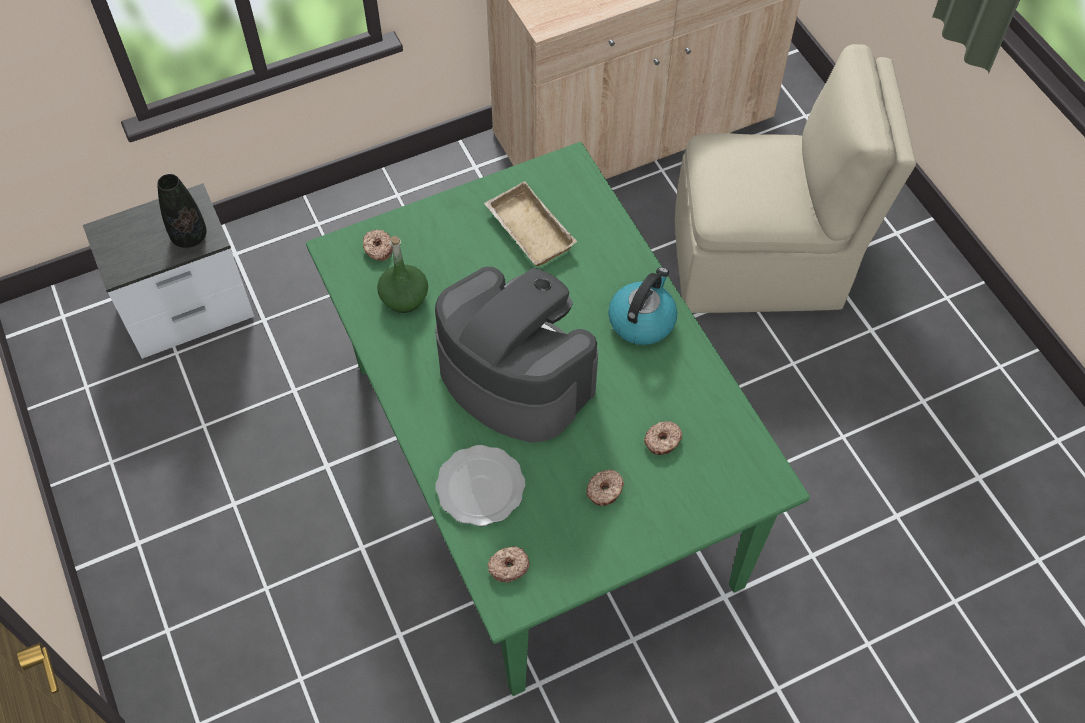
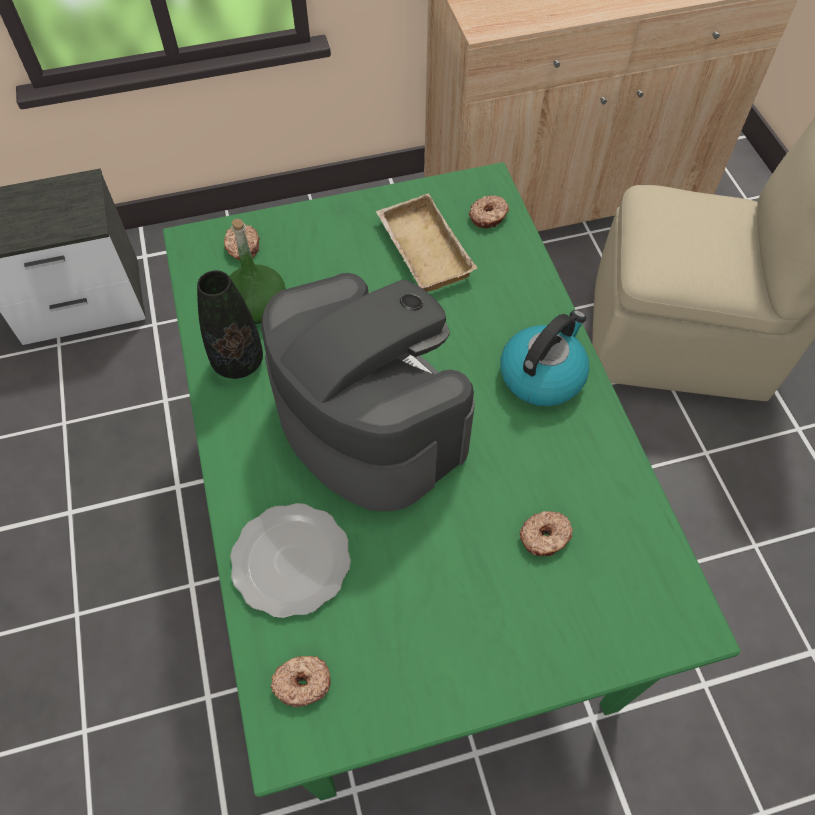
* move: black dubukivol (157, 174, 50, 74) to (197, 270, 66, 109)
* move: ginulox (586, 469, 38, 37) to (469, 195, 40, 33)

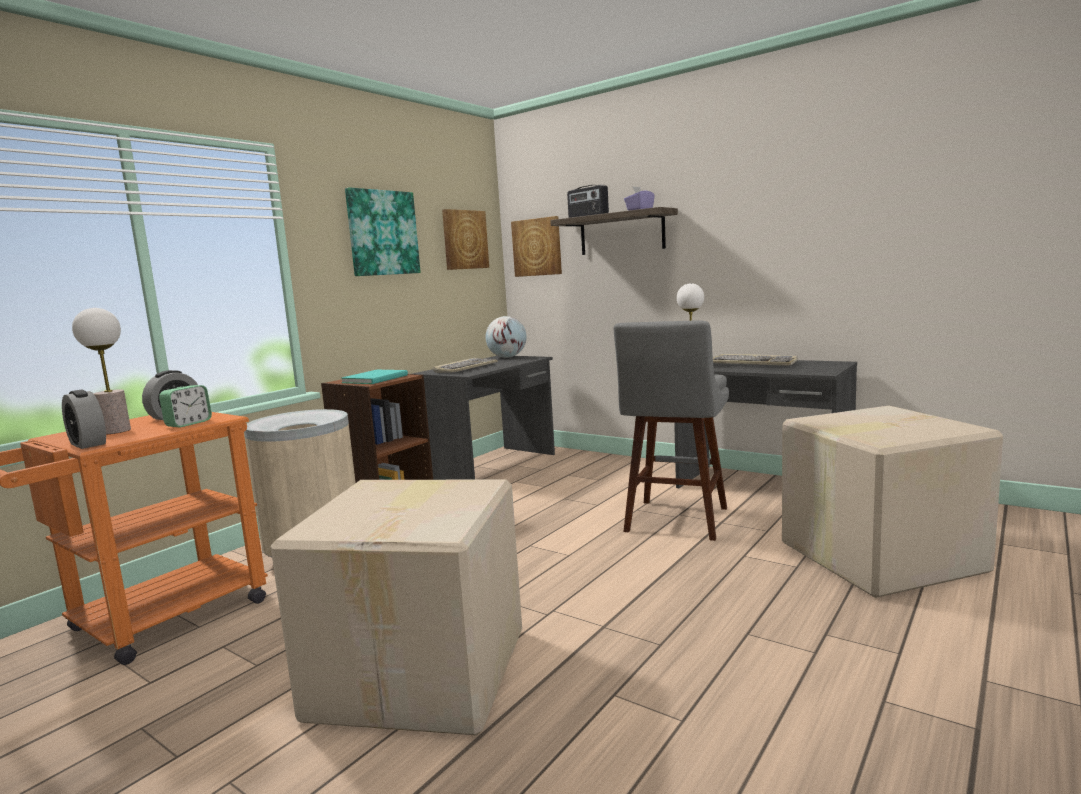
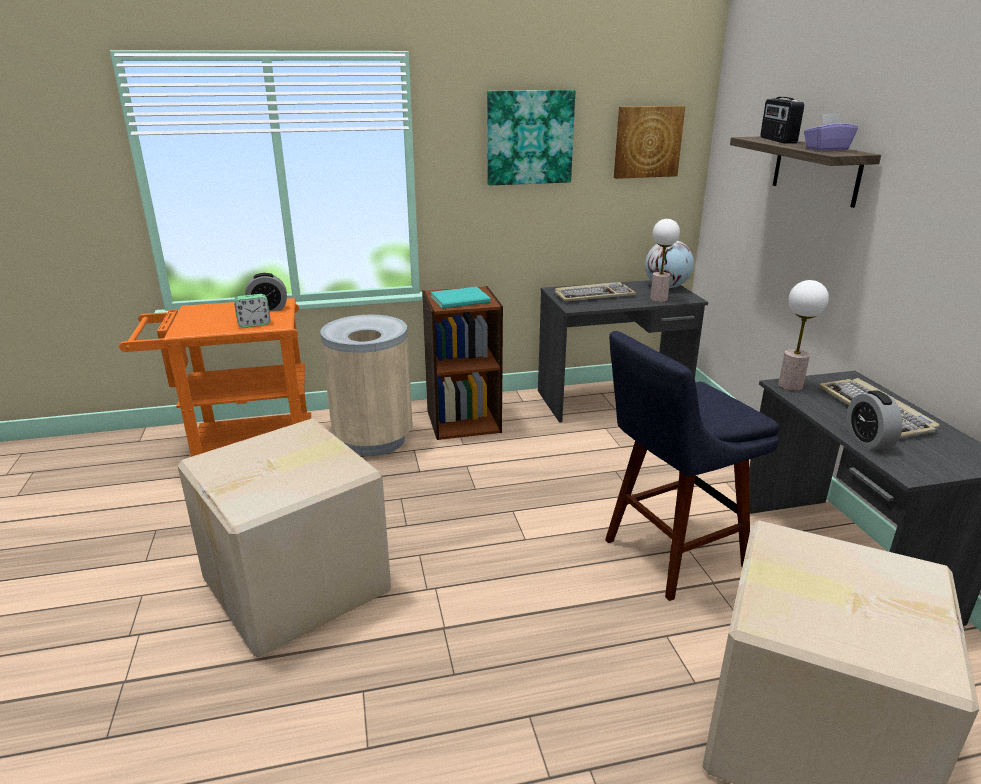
* recolor: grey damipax (614, 321, 115, 220) to blue damipax (605, 331, 174, 270)
* move: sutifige (72, 308, 59, 126) to (650, 219, 30, 83)
* move: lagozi (62, 390, 44, 59) to (846, 391, 56, 59)
* delete: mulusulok (511, 216, 51, 61)

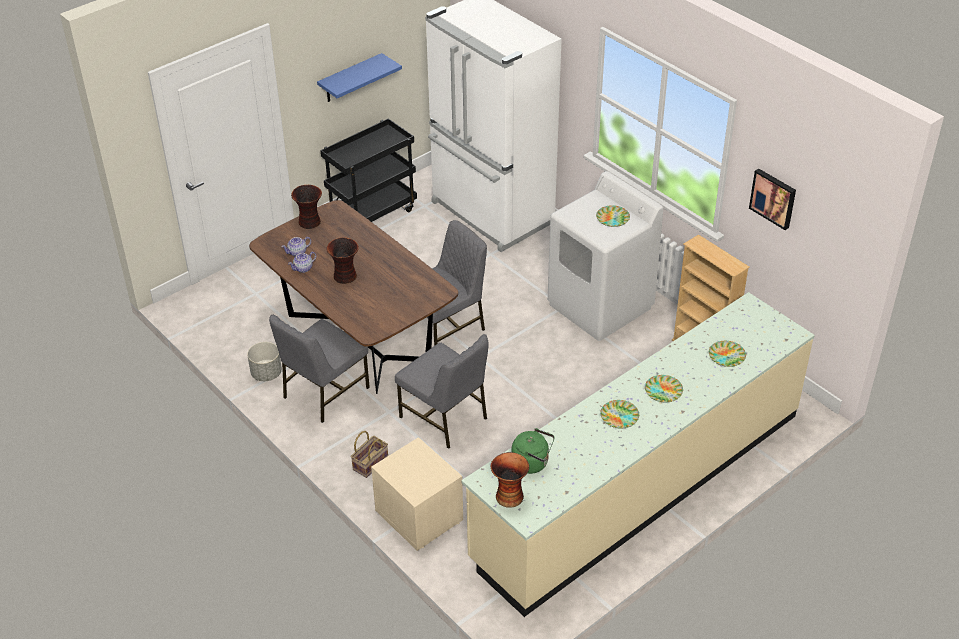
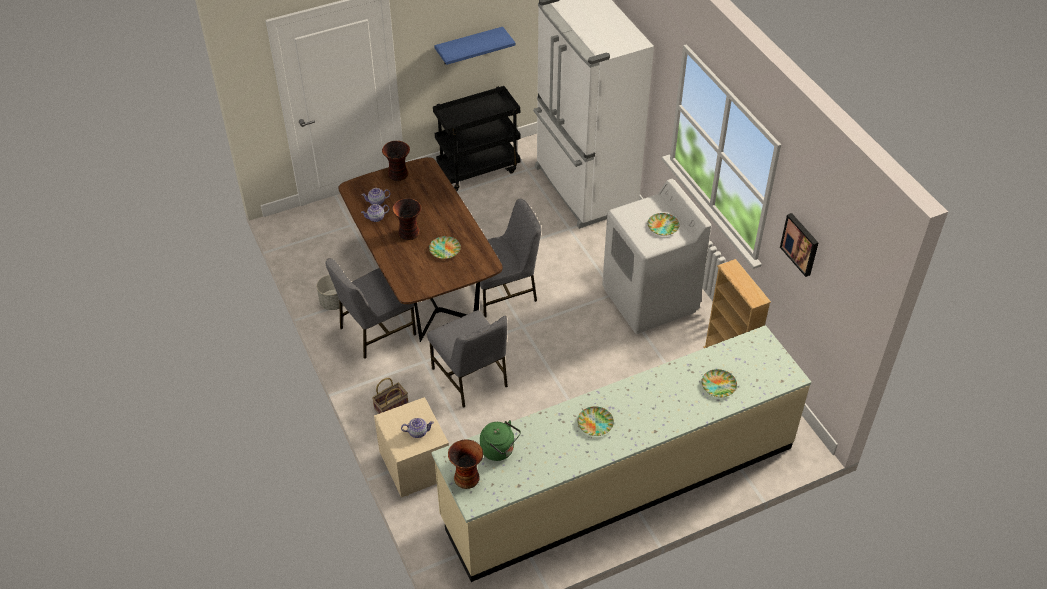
* insert: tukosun (401, 418, 33, 20)
* move: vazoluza (645, 375, 38, 27) to (429, 236, 32, 23)

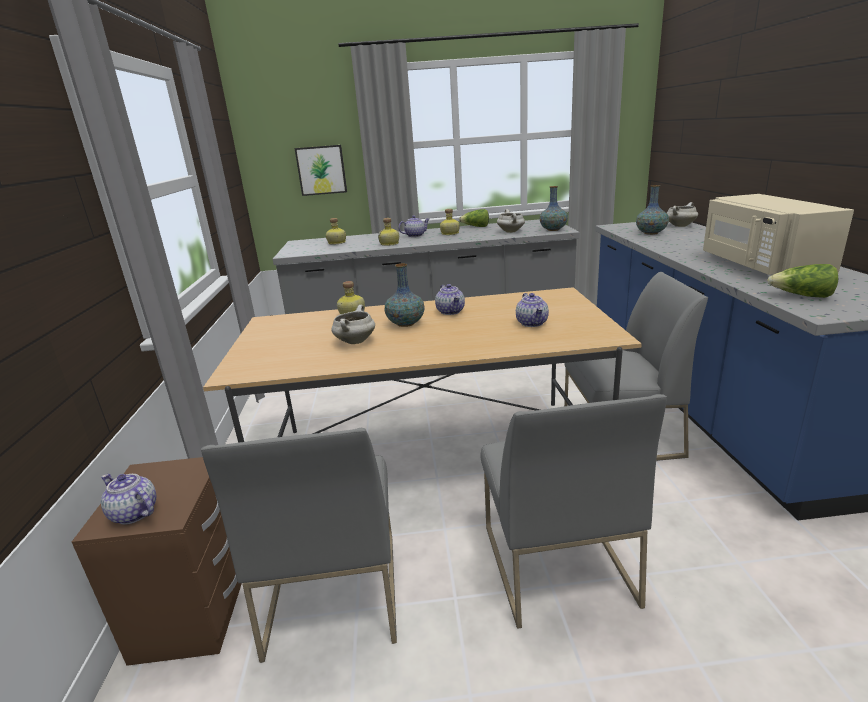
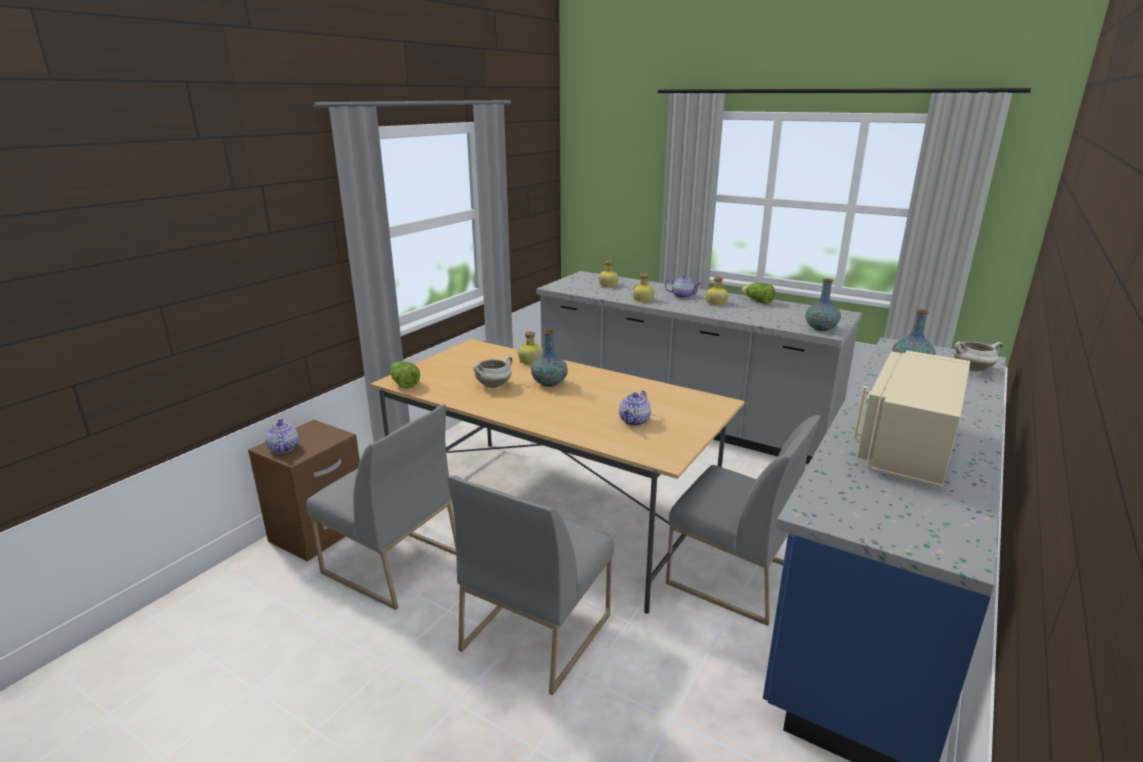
* rotate: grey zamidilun (201, 428, 196, 235) = (307, 405, 149, 205) 90 degrees counterclockwise
* move: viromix (767, 264, 71, 34) to (390, 361, 30, 28)
* delete: mulusulok (294, 145, 53, 51)
* delete: tukosun (435, 284, 30, 31)
* delete: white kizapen (497, 209, 28, 24)

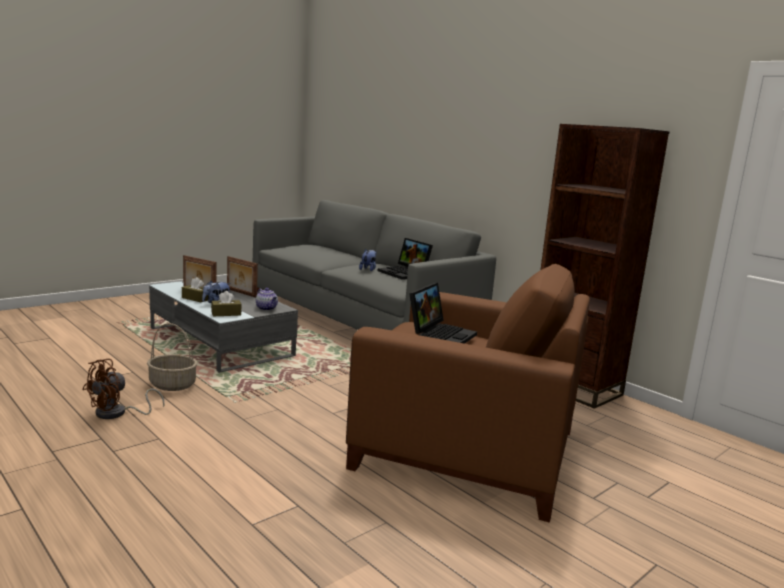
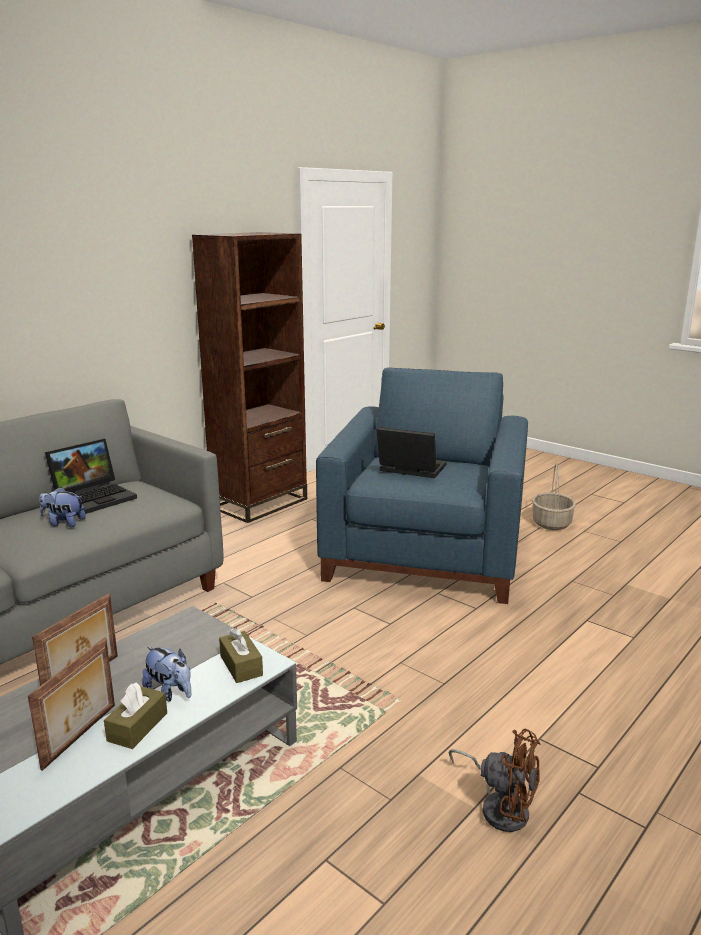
* recolor: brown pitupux (346, 264, 244, 259) to blue pitupux (316, 368, 212, 236)
* move: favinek (147, 323, 50, 68) to (532, 463, 44, 67)
* delete: tukosun (256, 288, 22, 23)

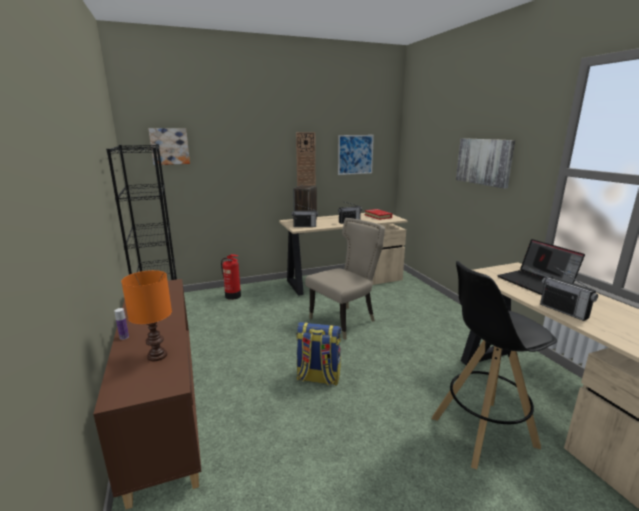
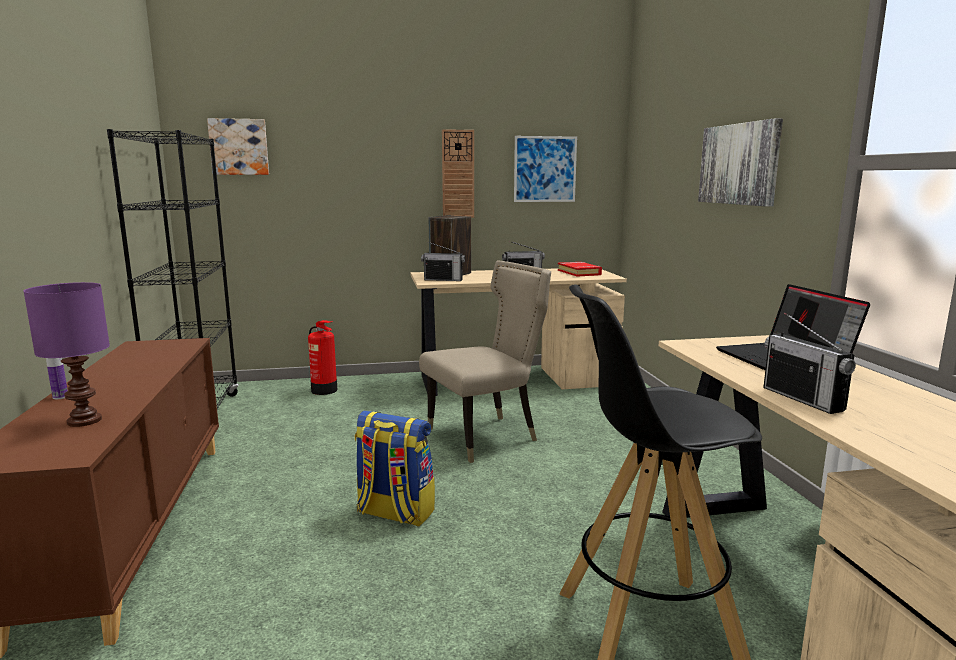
* recolor: orange sutifige (121, 270, 51, 91) to purple sutifige (23, 282, 87, 145)

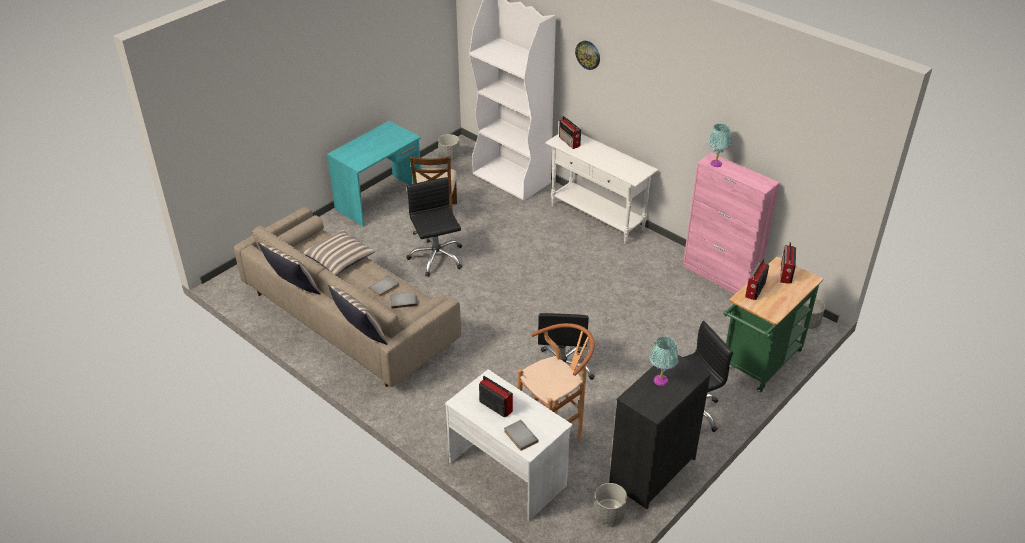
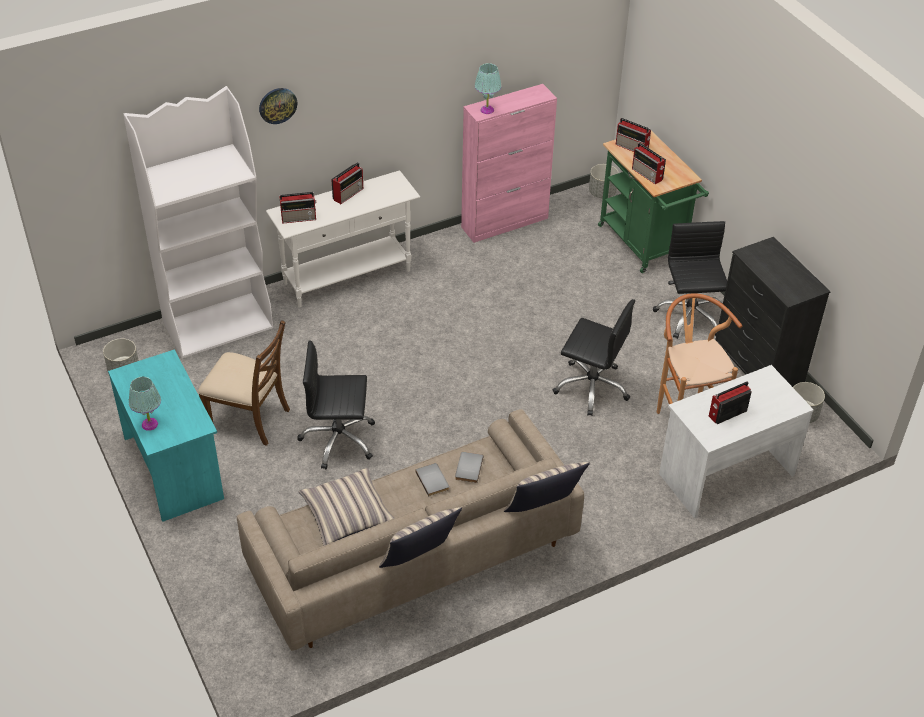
* move: turquoise sutifige (649, 336, 29, 50) to (129, 377, 32, 54)
* insert: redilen (331, 162, 32, 42)
* delete: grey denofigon (504, 420, 34, 31)

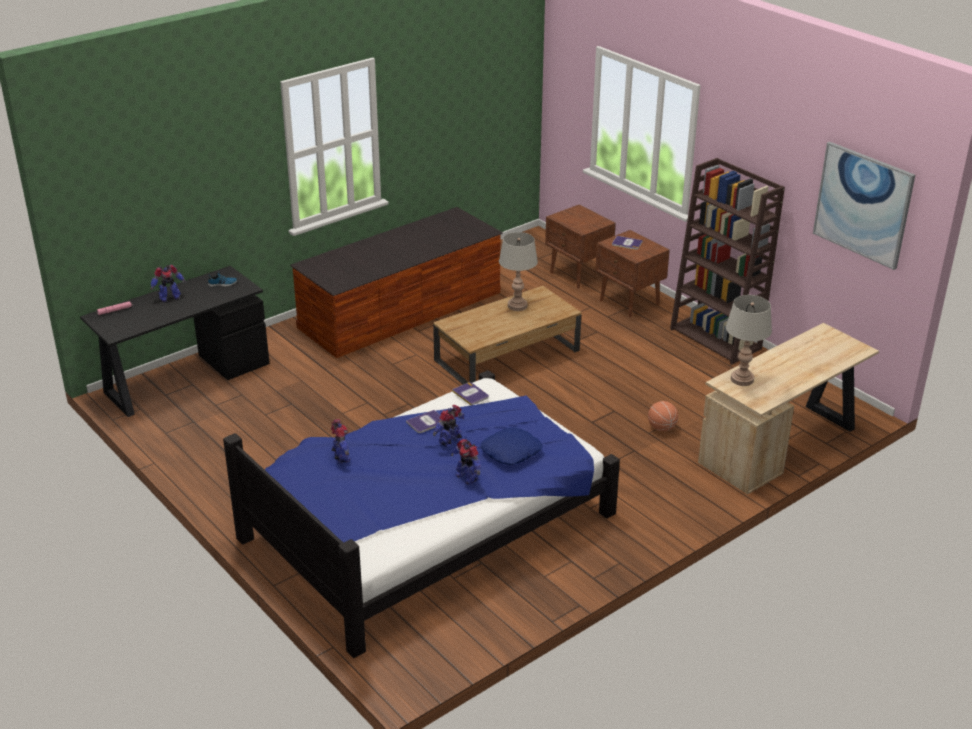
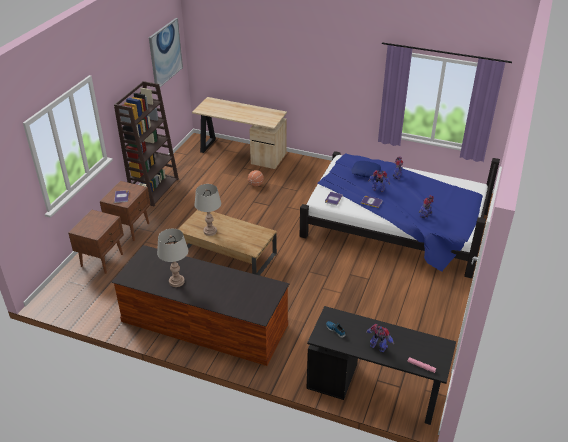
* move: grey sutifige (726, 295, 46, 91) to (157, 229, 31, 58)

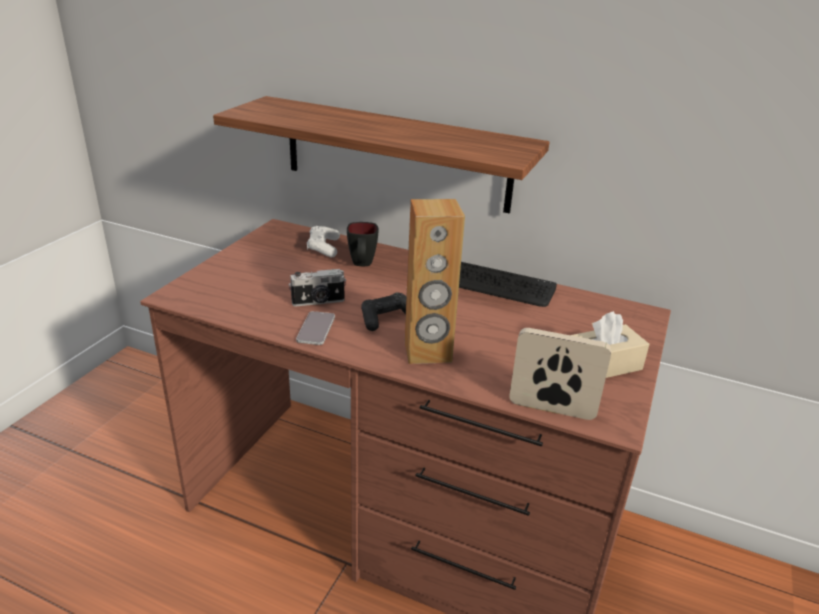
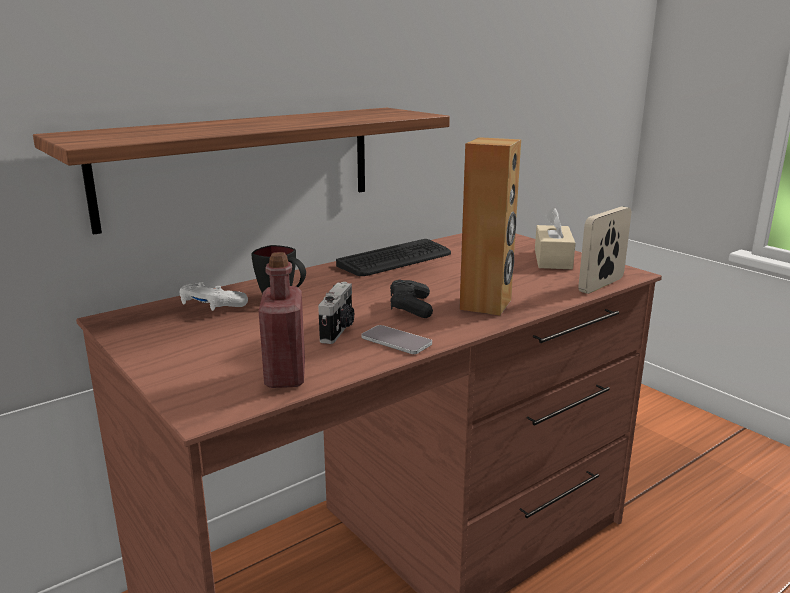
* insert: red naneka (259, 252, 46, 136)

